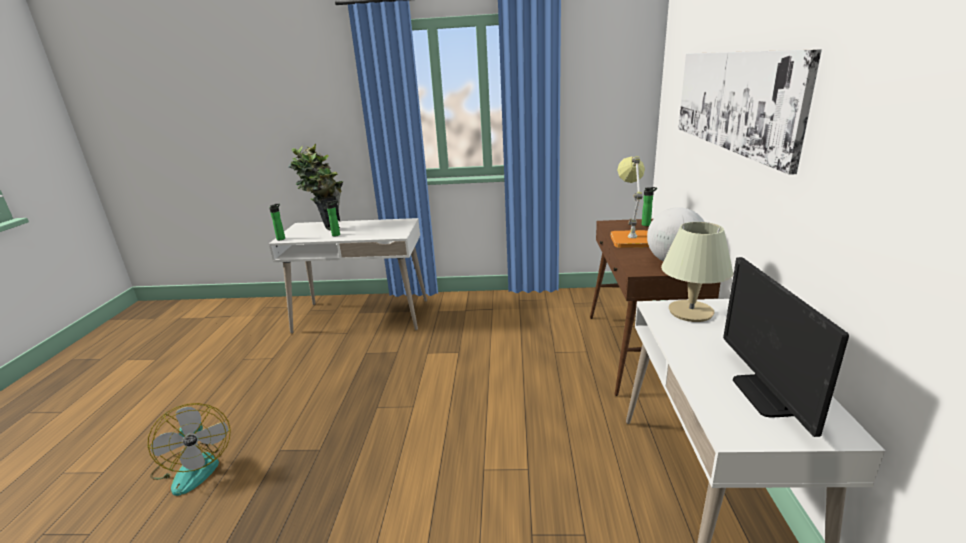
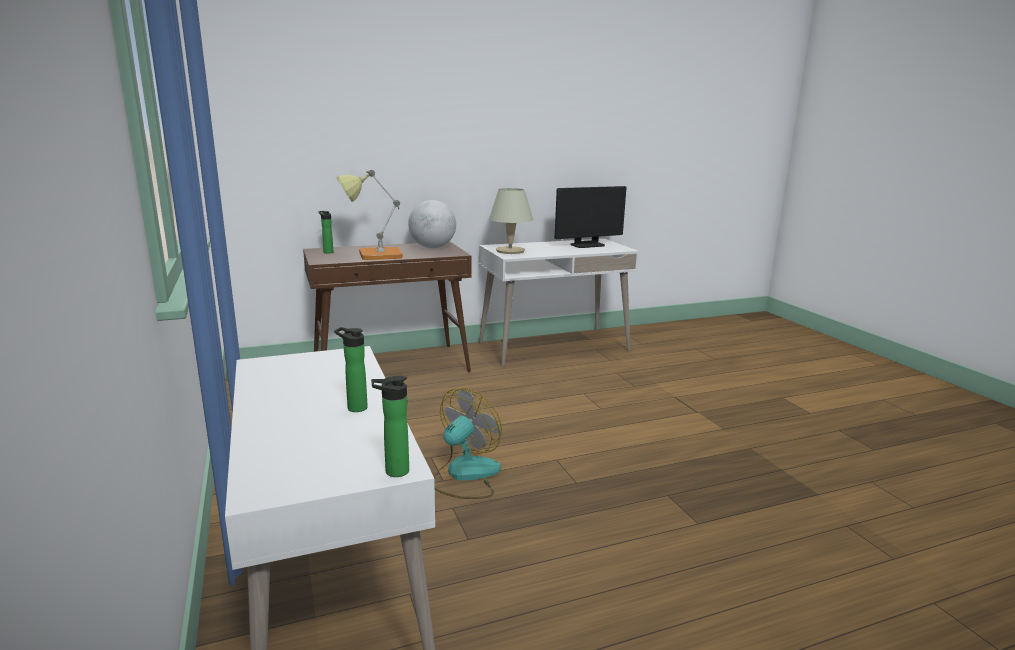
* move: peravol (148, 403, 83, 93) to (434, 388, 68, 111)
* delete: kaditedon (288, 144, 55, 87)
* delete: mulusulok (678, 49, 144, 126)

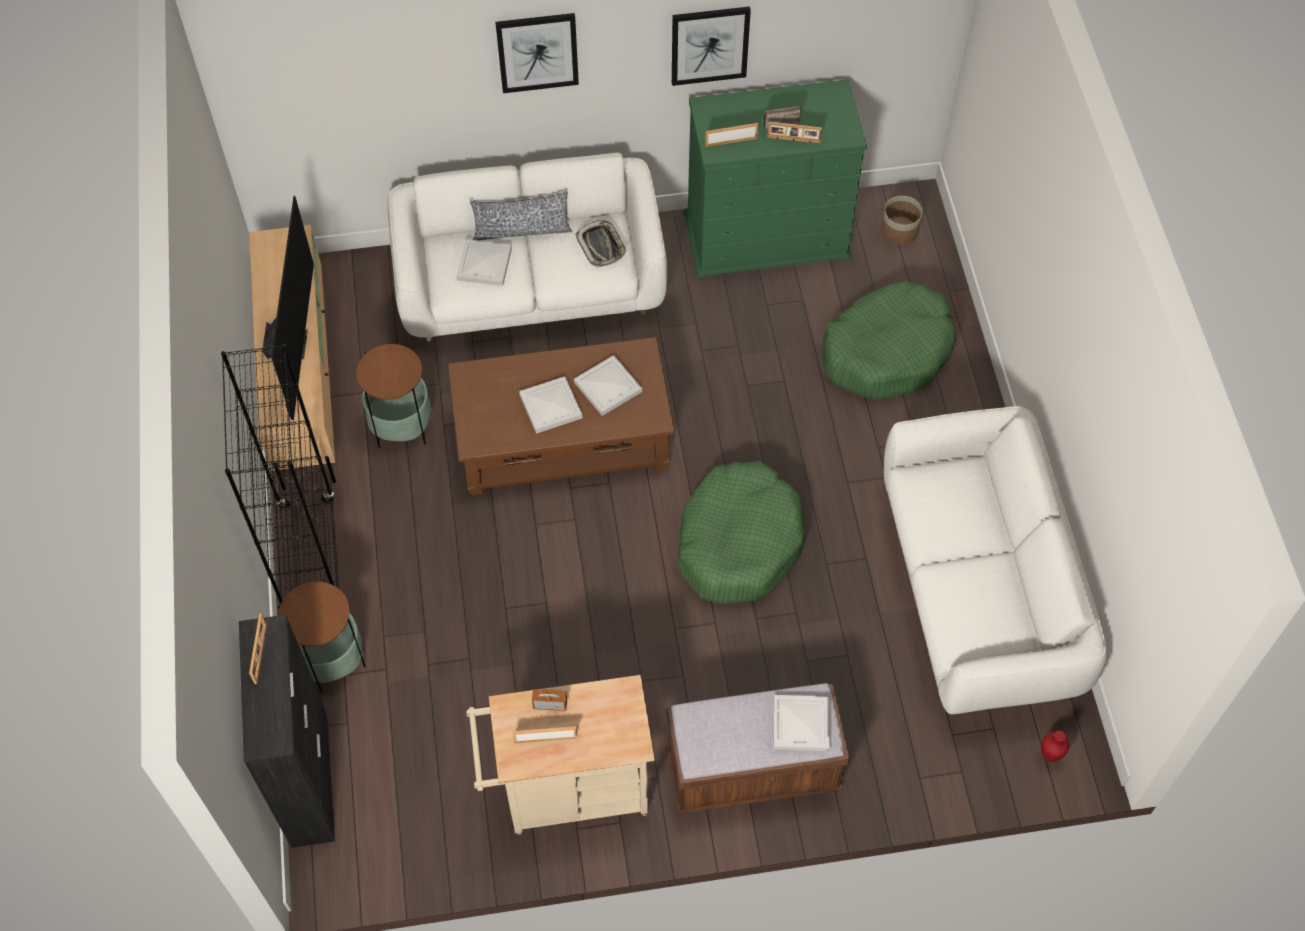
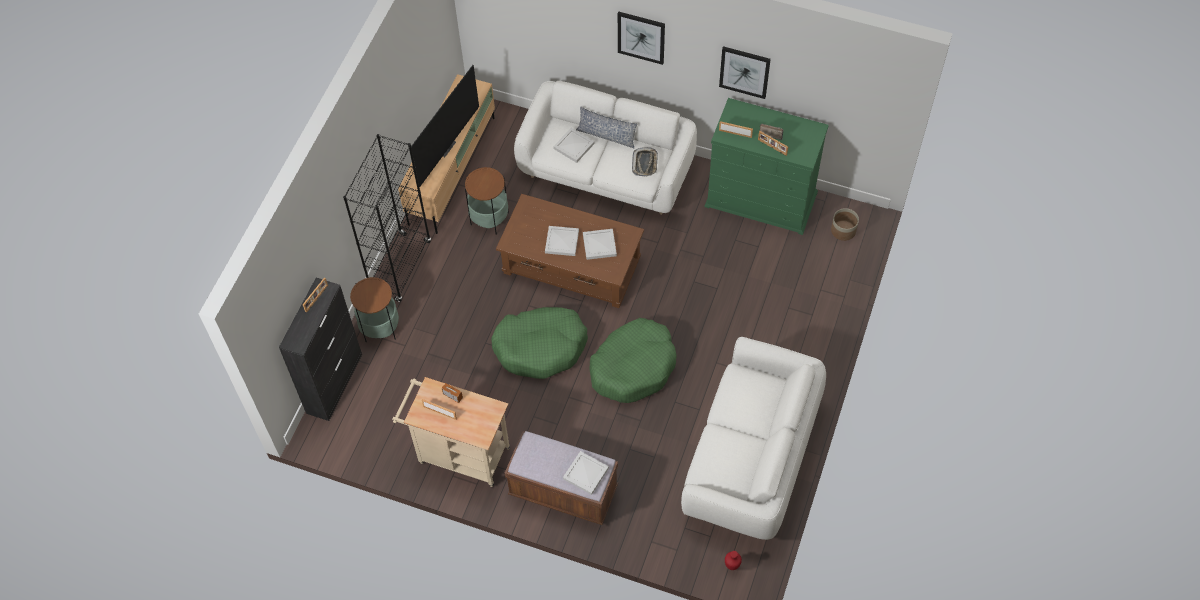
* move: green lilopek (822, 281, 134, 118) to (491, 307, 97, 72)

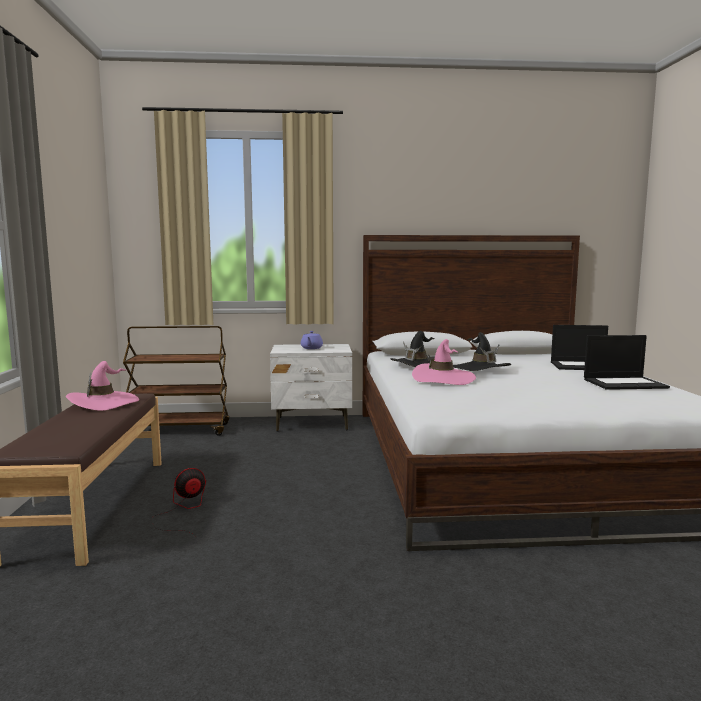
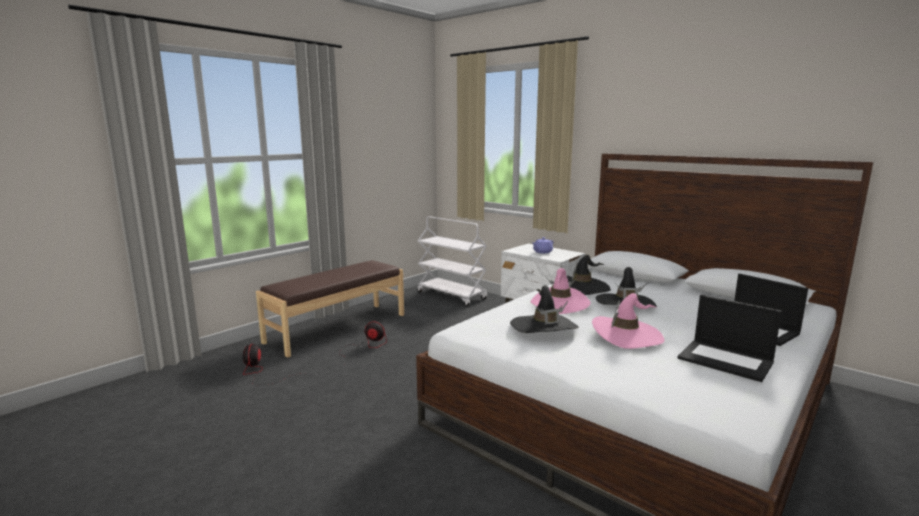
* insert: peravol (243, 344, 57, 41)
* recolor: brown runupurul (123, 326, 106, 110) to white runupurul (417, 216, 70, 90)
* insert: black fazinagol (510, 285, 69, 48)
* move: pink fazinagol (66, 361, 73, 50) to (592, 293, 72, 56)

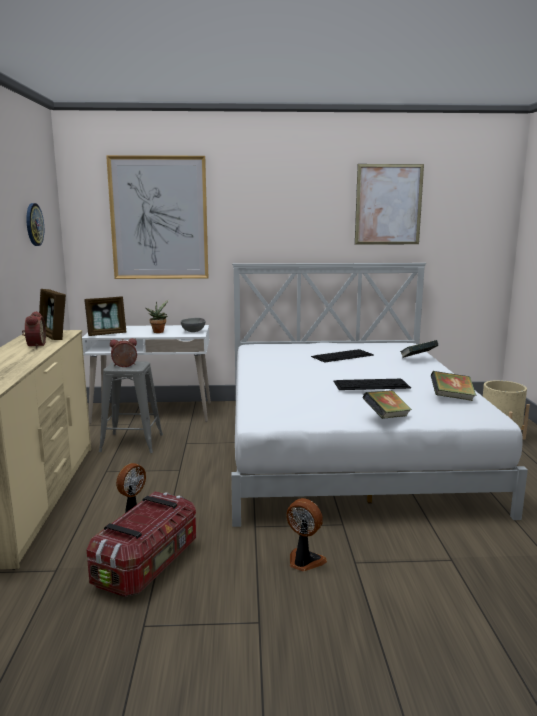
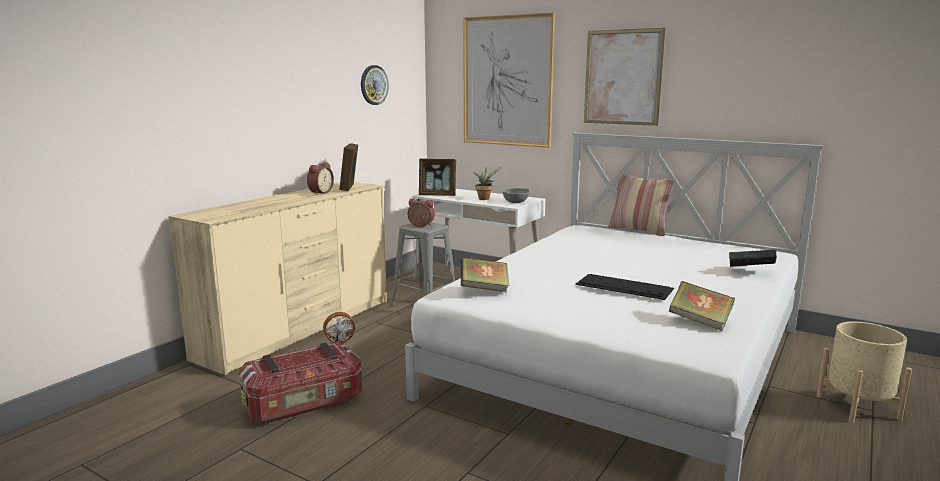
* move: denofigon (362, 390, 50, 29) to (461, 257, 48, 35)
* move: mulusulok (355, 164, 69, 81) to (584, 28, 81, 98)
* insert: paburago (608, 174, 67, 62)
* delete: peravol (286, 498, 41, 74)
* delete: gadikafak (311, 349, 63, 14)

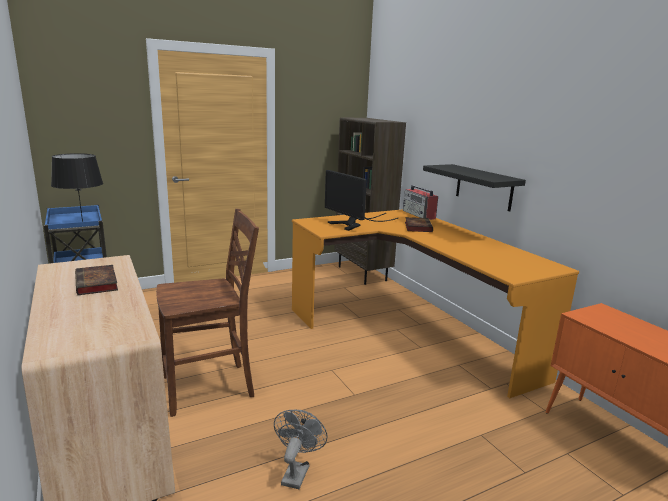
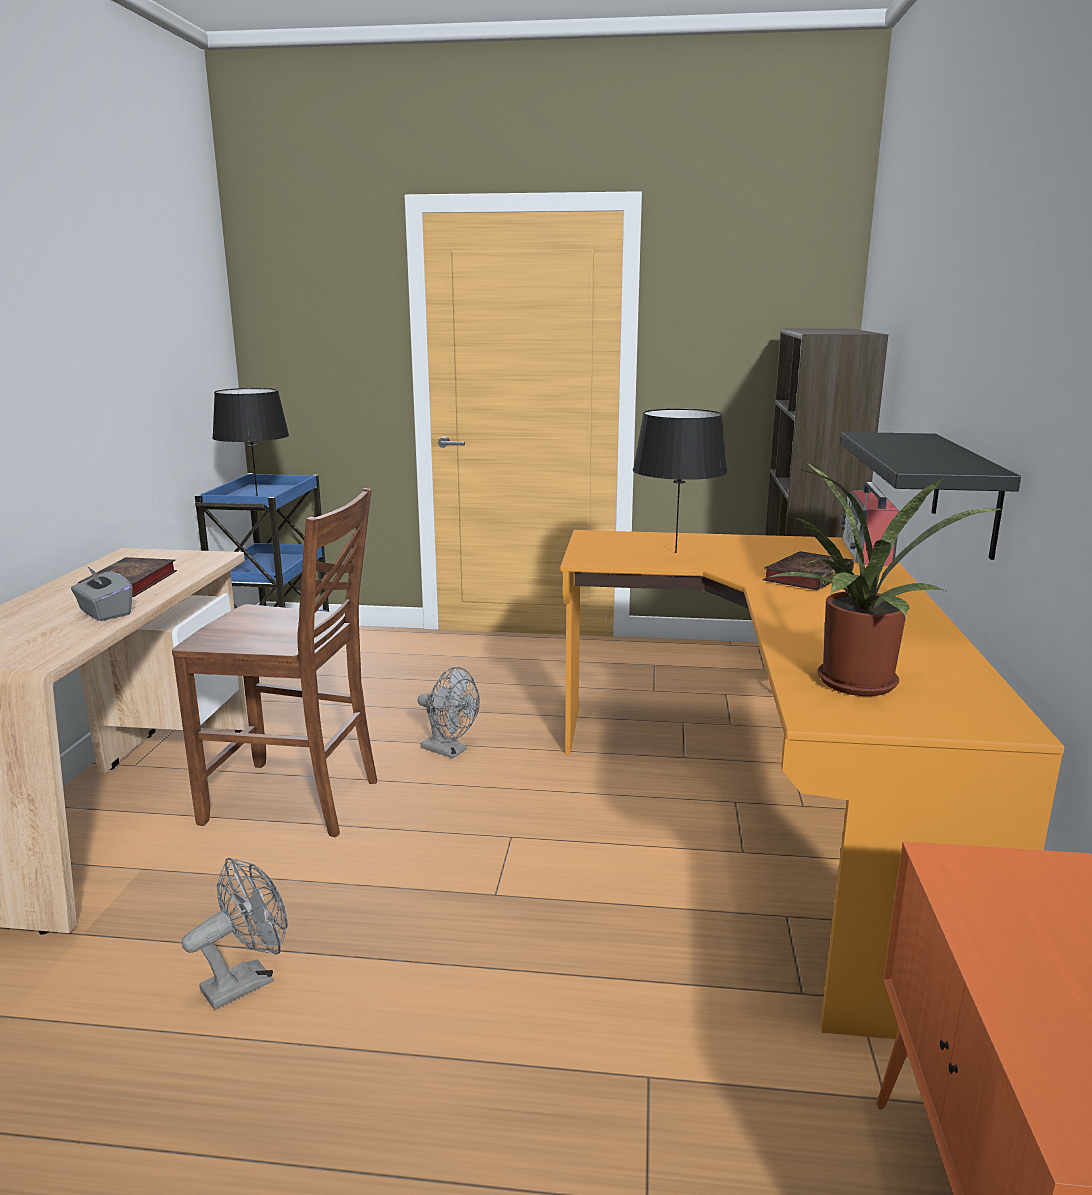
* insert: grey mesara (71, 566, 61, 55)
* insert: grey peravol (417, 667, 63, 91)
* replace: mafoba (325, 170, 73, 61) to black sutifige (633, 409, 94, 144)
* insert: kaditedon (768, 463, 233, 233)

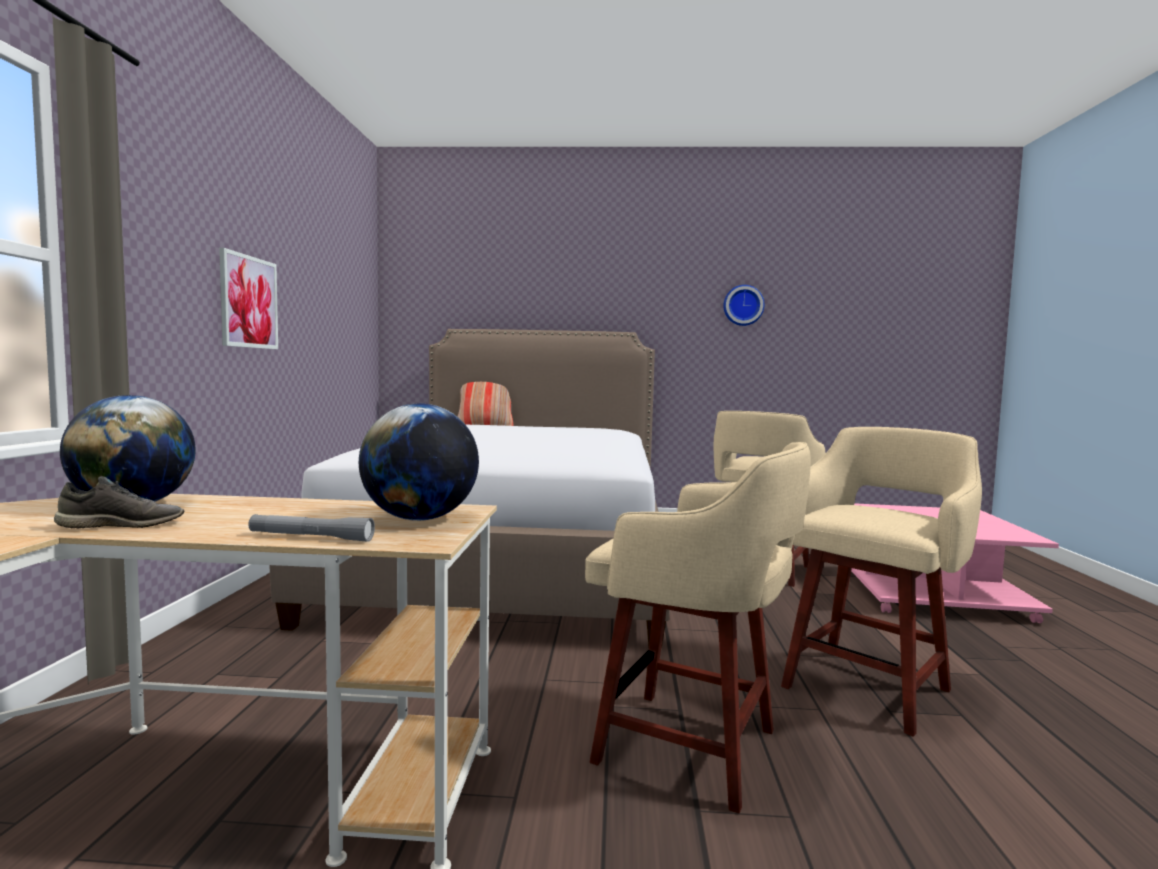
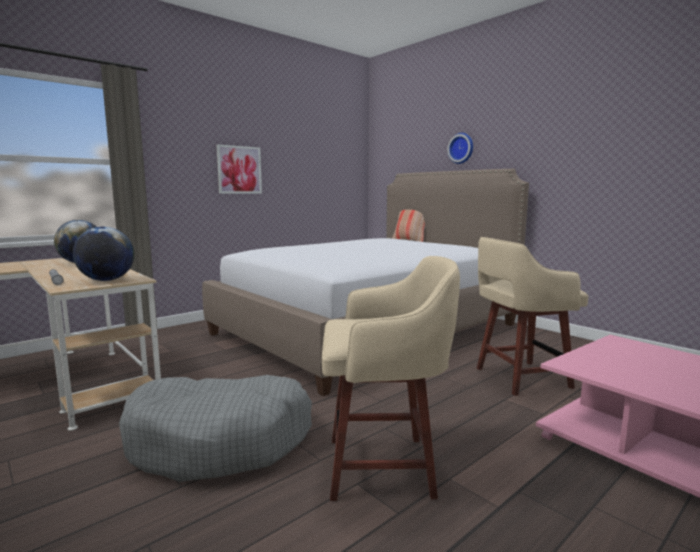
* replace: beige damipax (585, 442, 226, 371) to grey lilopek (119, 375, 193, 107)
* move: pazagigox (723, 285, 42, 41) to (447, 133, 26, 31)
* delete: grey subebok (54, 476, 130, 52)

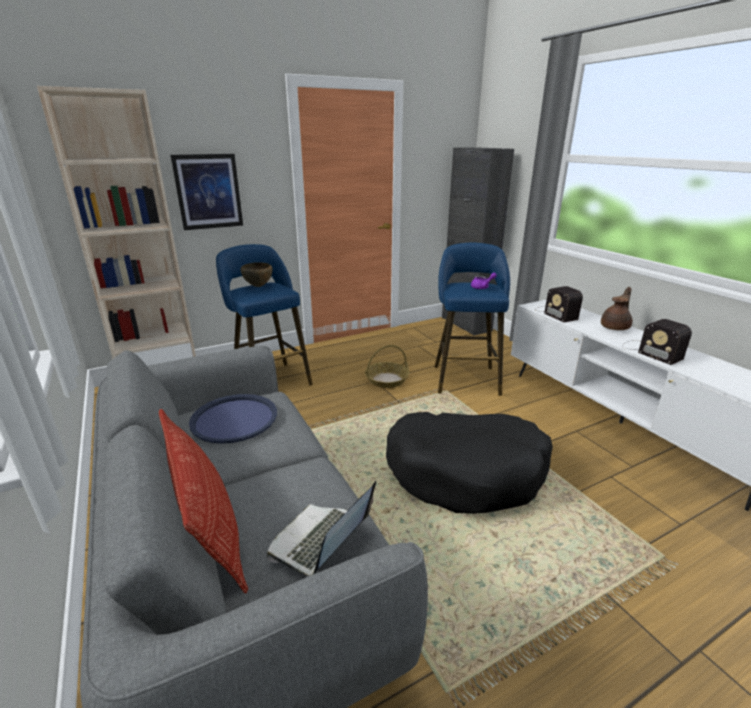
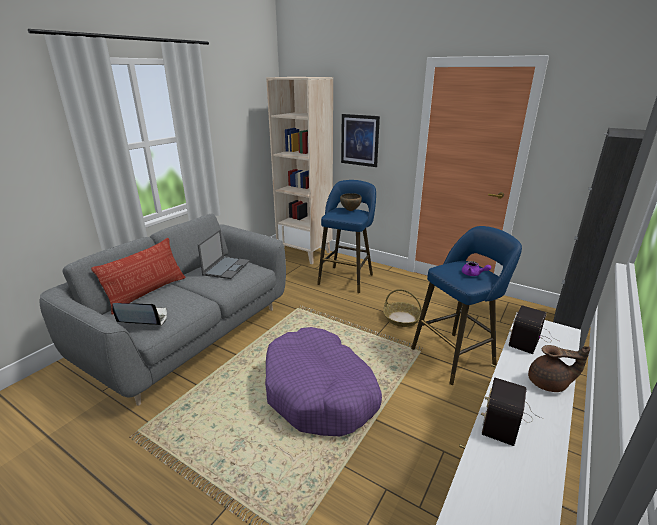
* replace: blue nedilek (189, 394, 88, 50) to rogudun (198, 229, 52, 50)
* recolor: black lilopek (386, 412, 167, 102) to purple lilopek (265, 327, 117, 109)

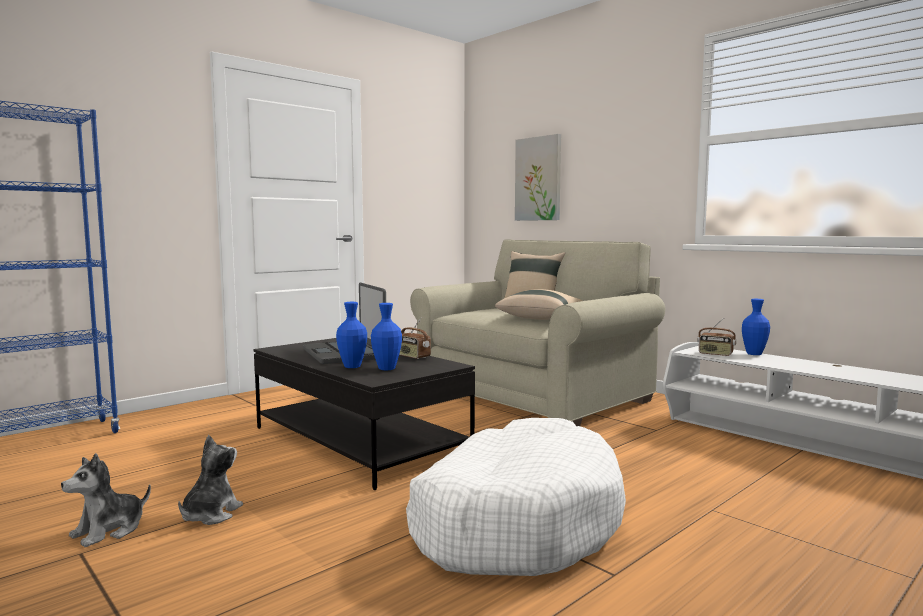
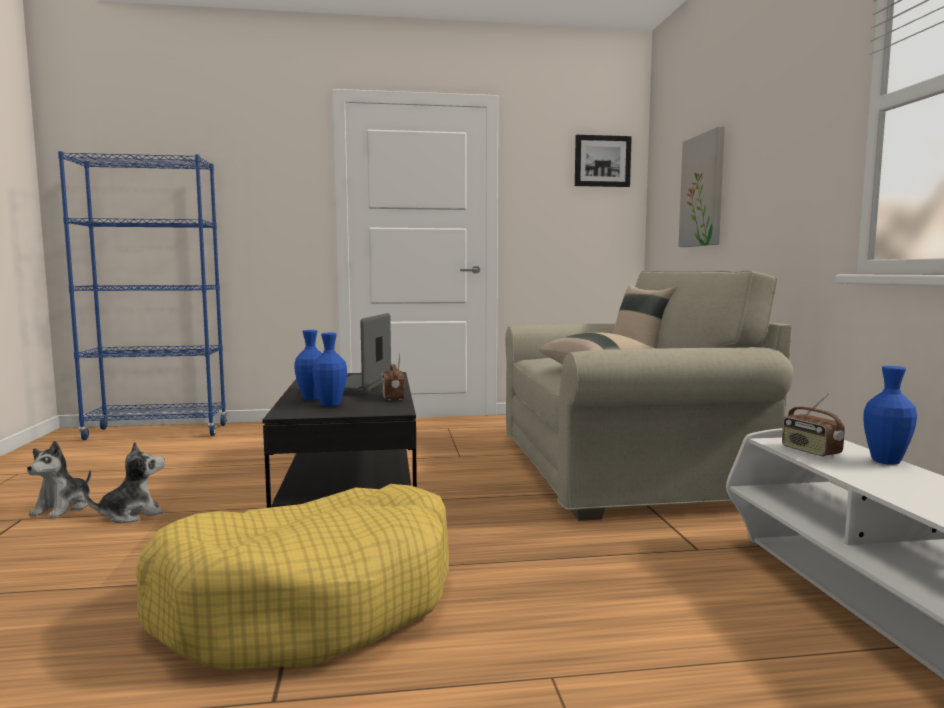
* rotate: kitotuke (61, 453, 90, 94) = (27, 441, 64, 77) 60 degrees counterclockwise
* recolor: white lilopek (406, 418, 220, 158) to yellow lilopek (136, 484, 313, 186)
* insert: mulusulok (575, 135, 57, 52)

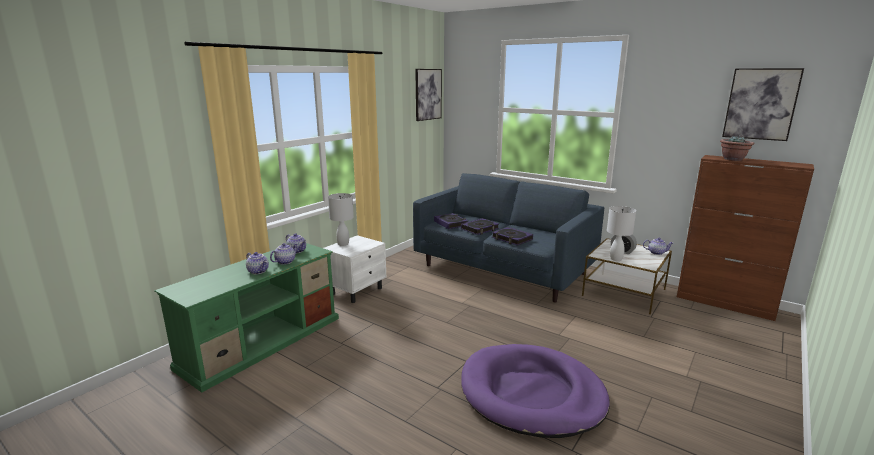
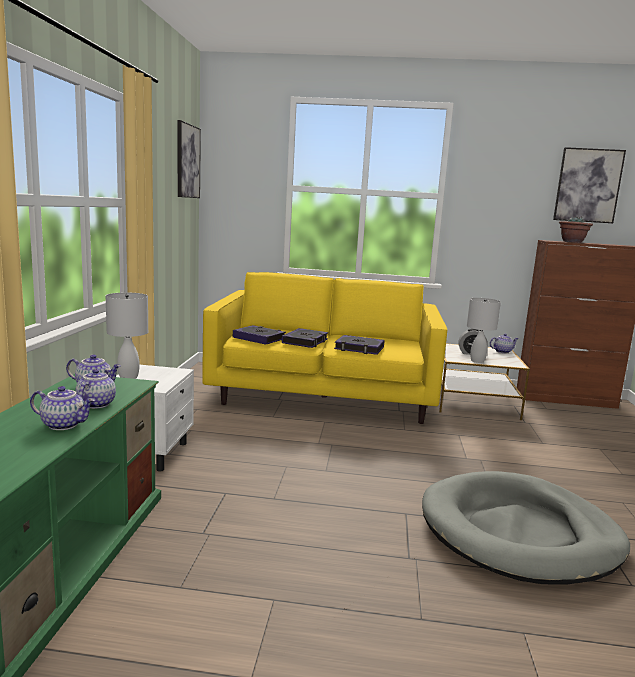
* recolor: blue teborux (413, 173, 191, 130) to yellow teborux (202, 272, 245, 152)
* recolor: purple lilopek (461, 344, 149, 94) to grey lilopek (422, 471, 208, 114)

